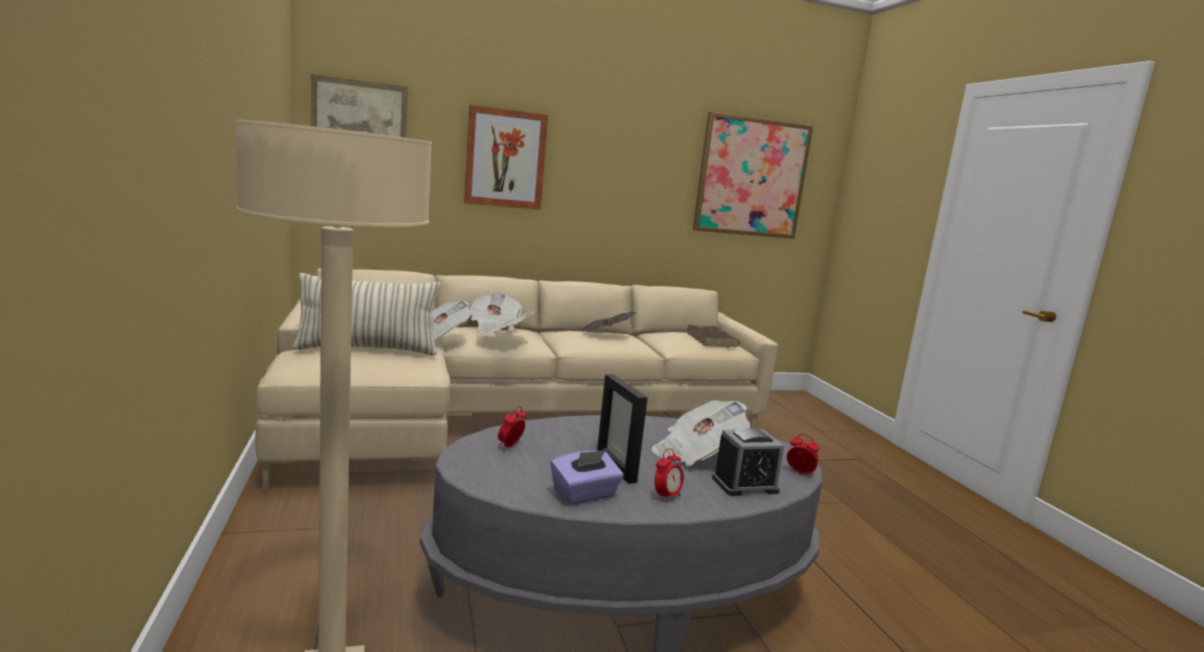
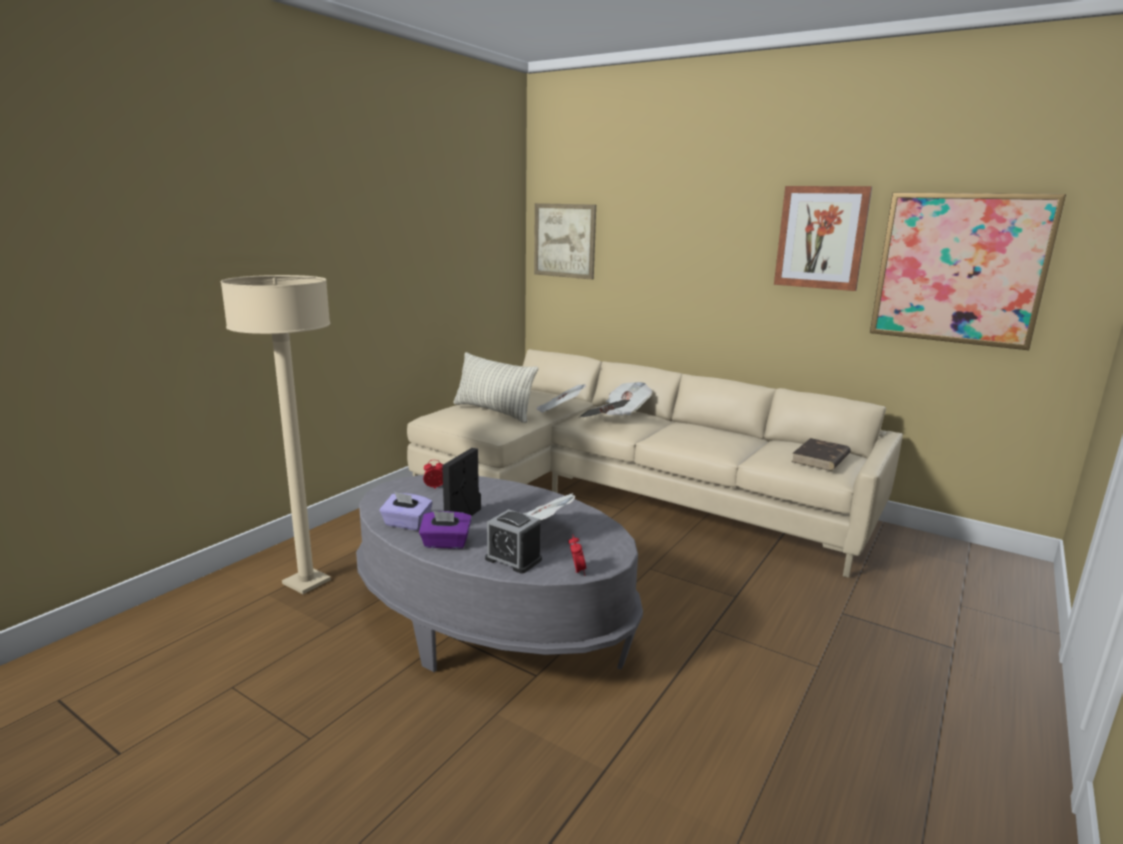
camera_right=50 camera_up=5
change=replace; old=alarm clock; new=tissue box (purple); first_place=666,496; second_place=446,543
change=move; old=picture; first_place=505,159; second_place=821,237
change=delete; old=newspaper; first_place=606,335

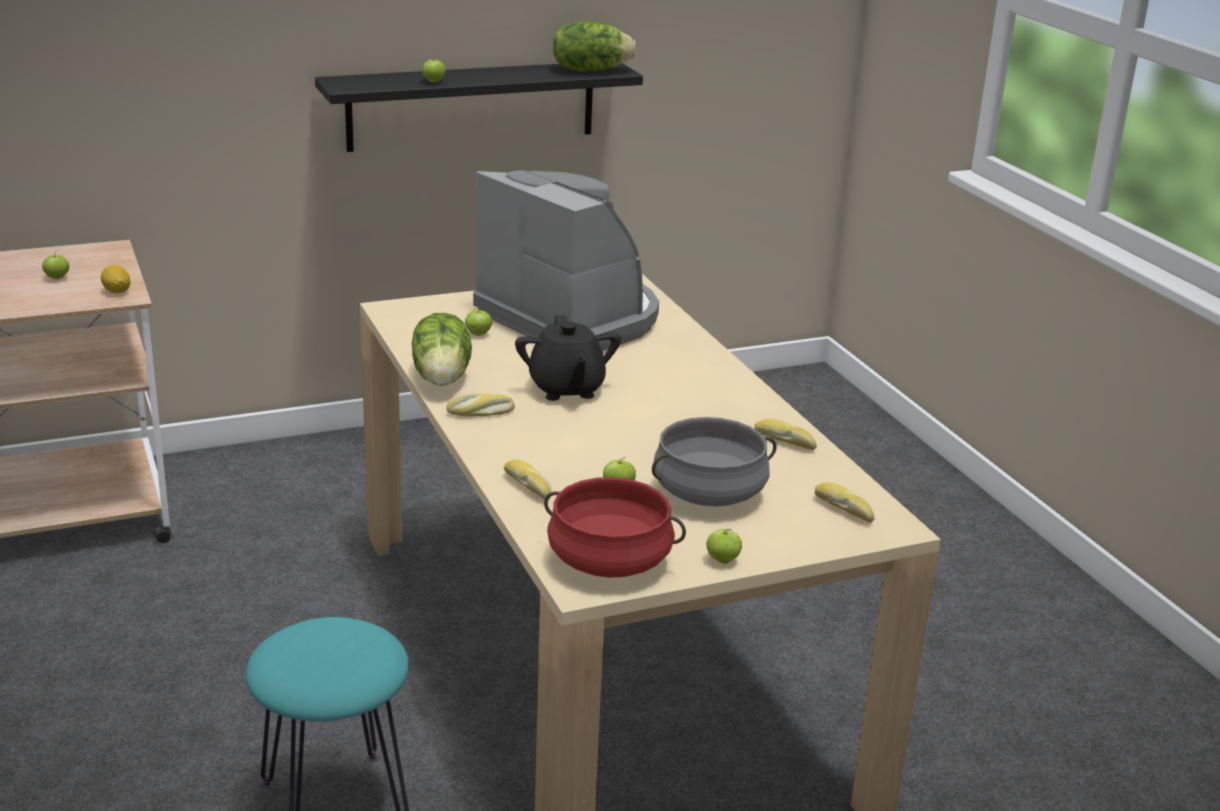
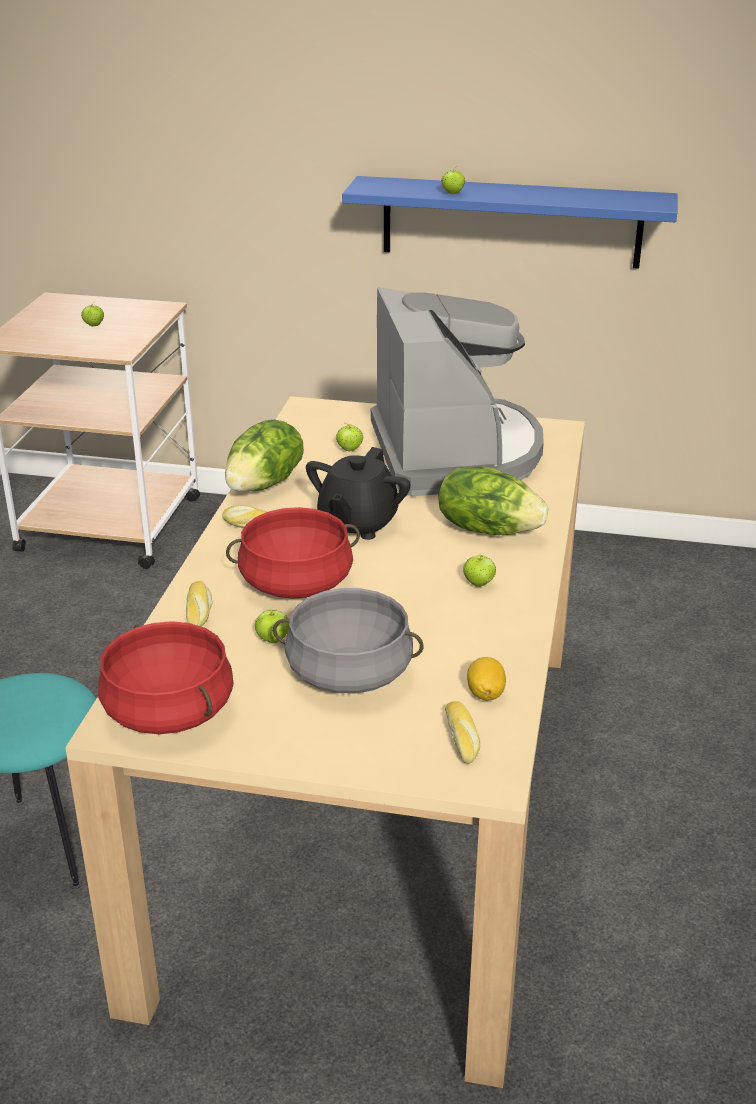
camera_right=35 camera_up=5
change=insert; new=cooking pot (red); second_place=296,583
change=recolor; old=shelf (black); new=shelf (blue); first_place=472,105; second_place=511,222
change=move; old=lettuce; first_place=590,70; second_place=488,529
change=move; old=apple; first_place=722,560; second_place=478,583
change=move; old=lemon; first_place=117,291; second_place=485,693
change=delete; old=bread; first_place=785,441

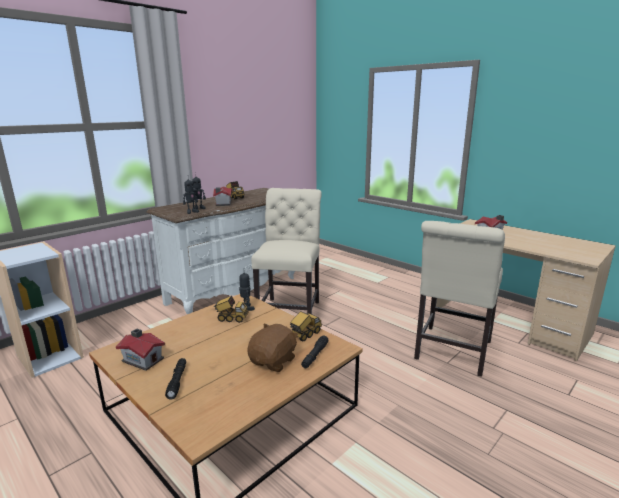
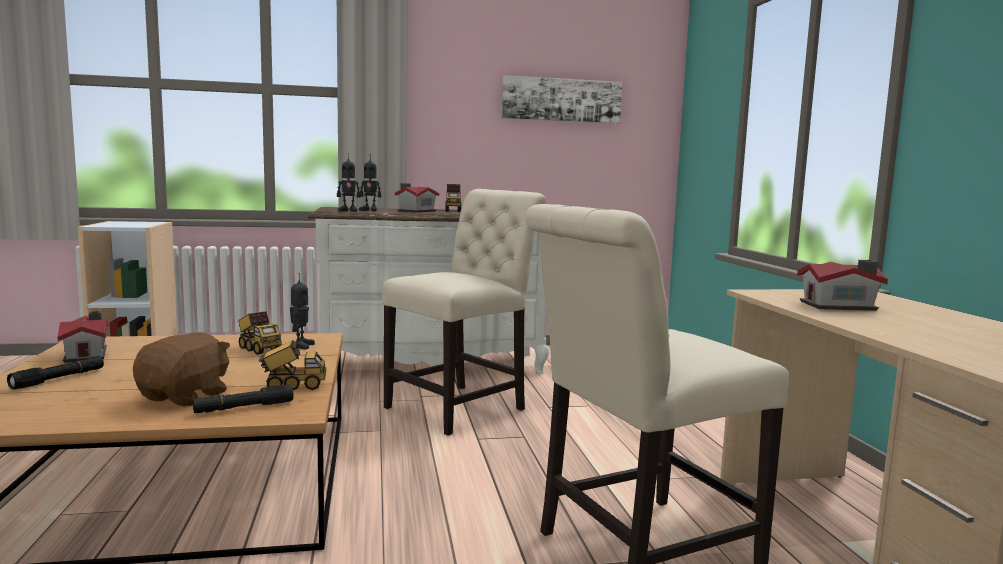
camera_right=35 camera_up=-10
change=rotate; old=plush toy (brown); first_place=274,361; second_place=186,396; degrees=-45
change=insert; new=picture; second_place=561,100

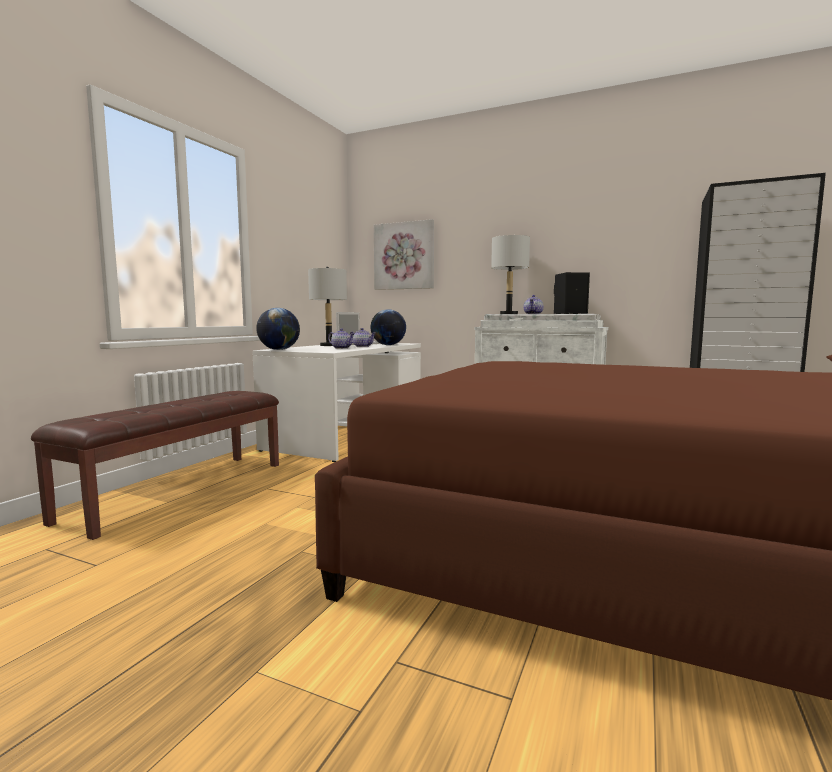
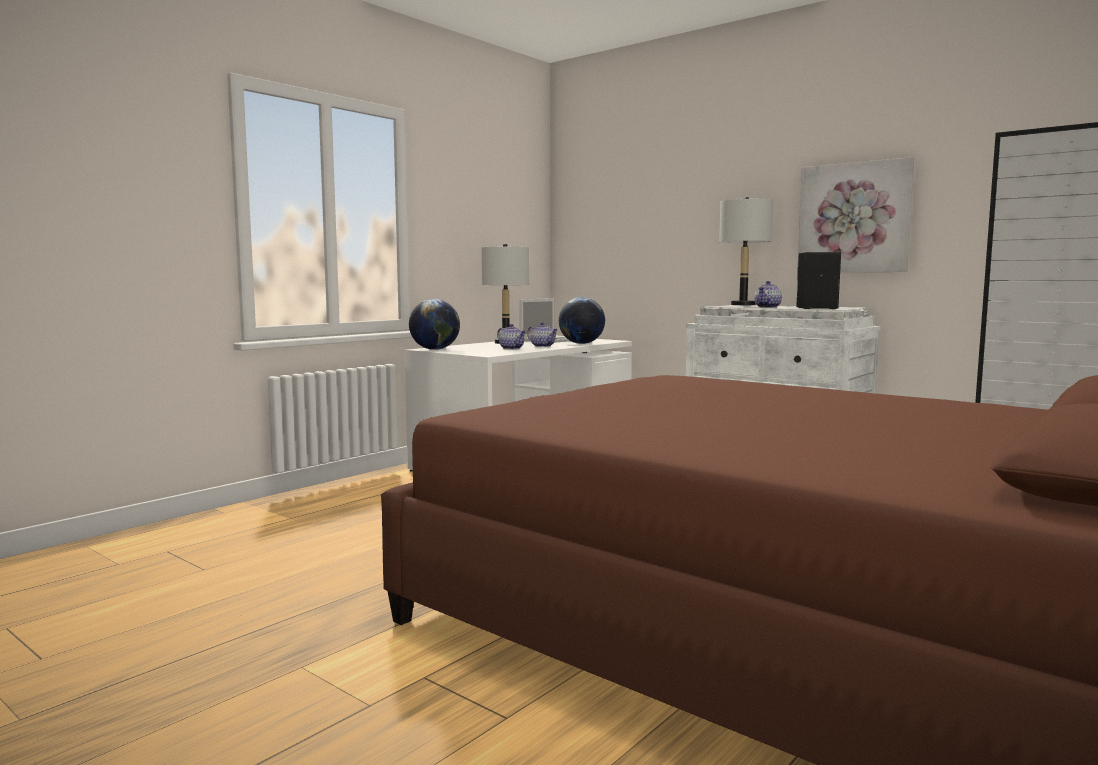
camera_right=15 camera_up=0
change=move; old=picture; first_place=404,256; second_place=854,218
change=delete; old=bench (brown); first_place=180,490

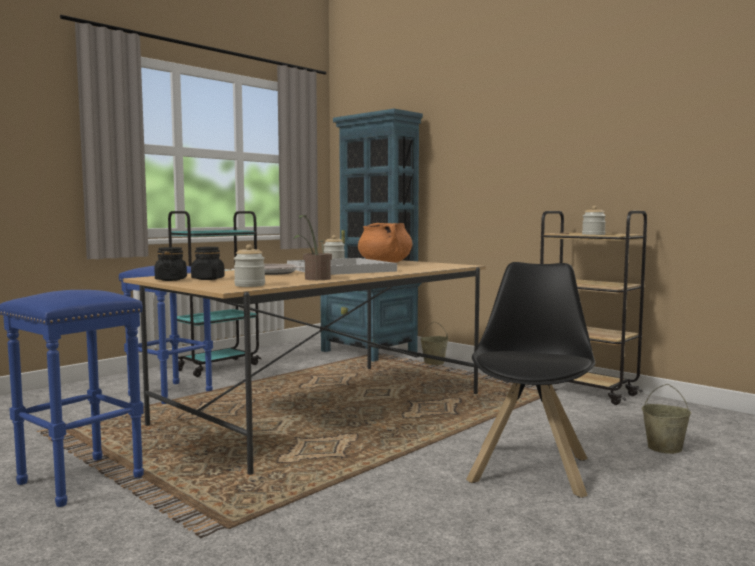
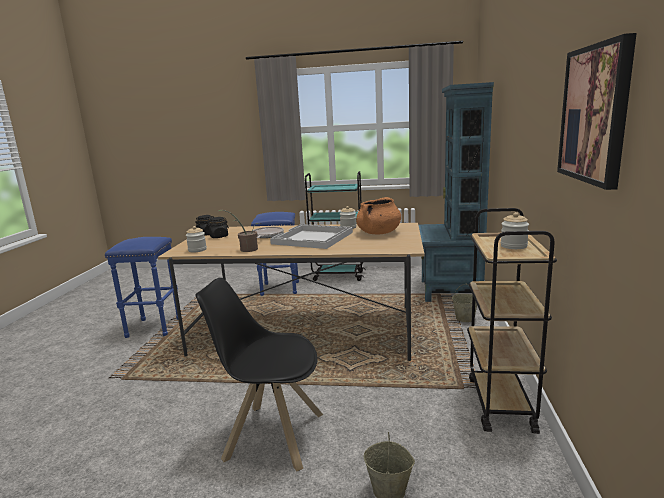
camera_right=55 camera_up=10
change=rotate; old=chair (black); first_place=530,468; second_place=272,435; degrees=-150
change=insert; new=picture; second_place=595,114

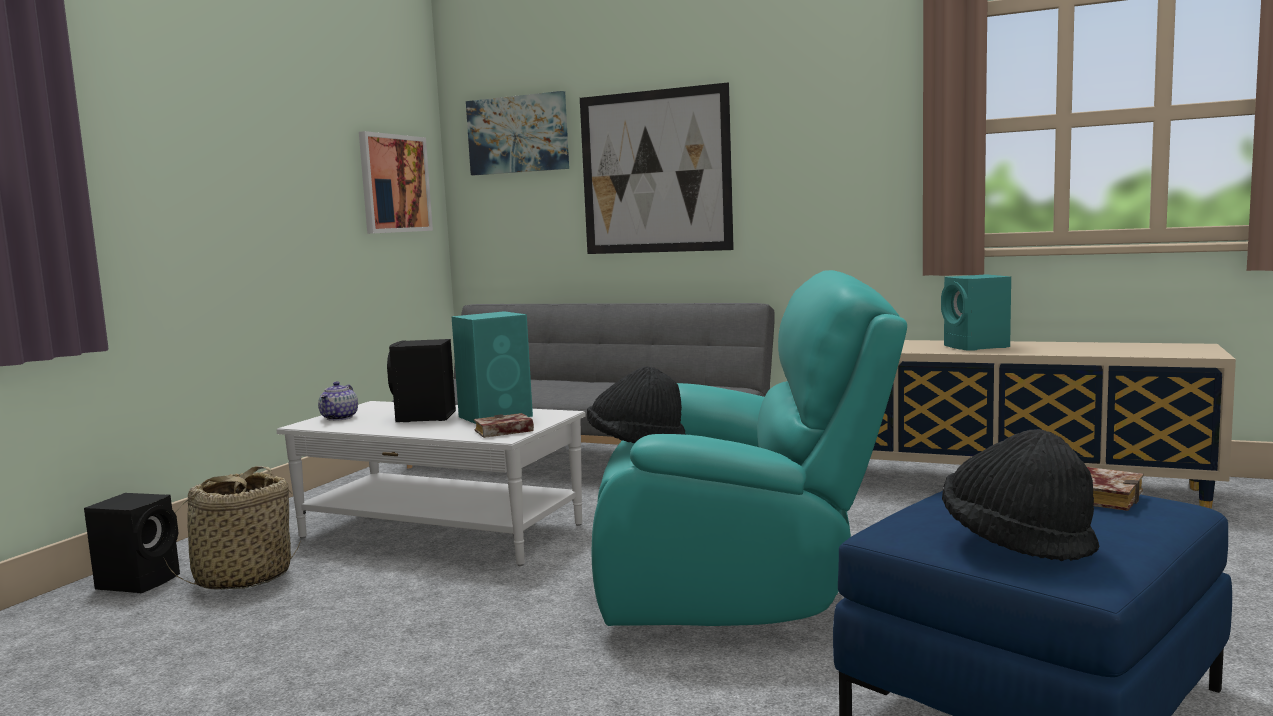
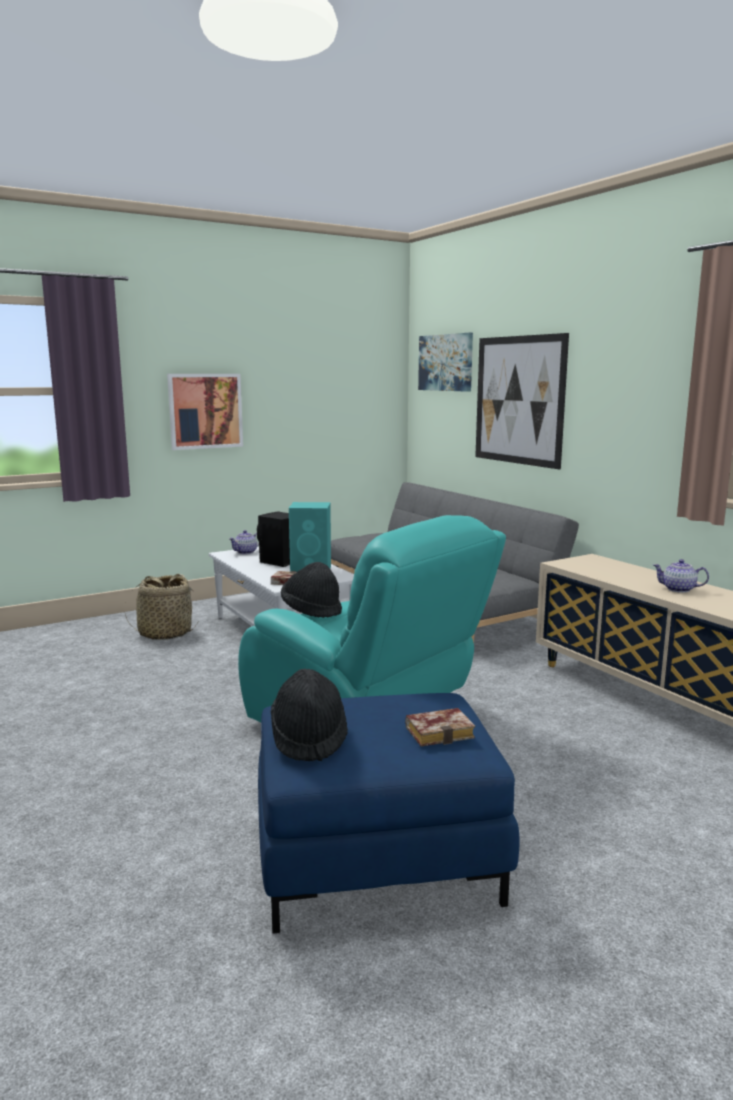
camera_right=35 camera_up=5
change=move; old=picture; first_place=394,184; second_place=205,411
change=replace; old=speaker (turquoise); new=teapot; first_place=976,347; second_place=679,589
change=delete; old=speaker (black); first_place=141,581

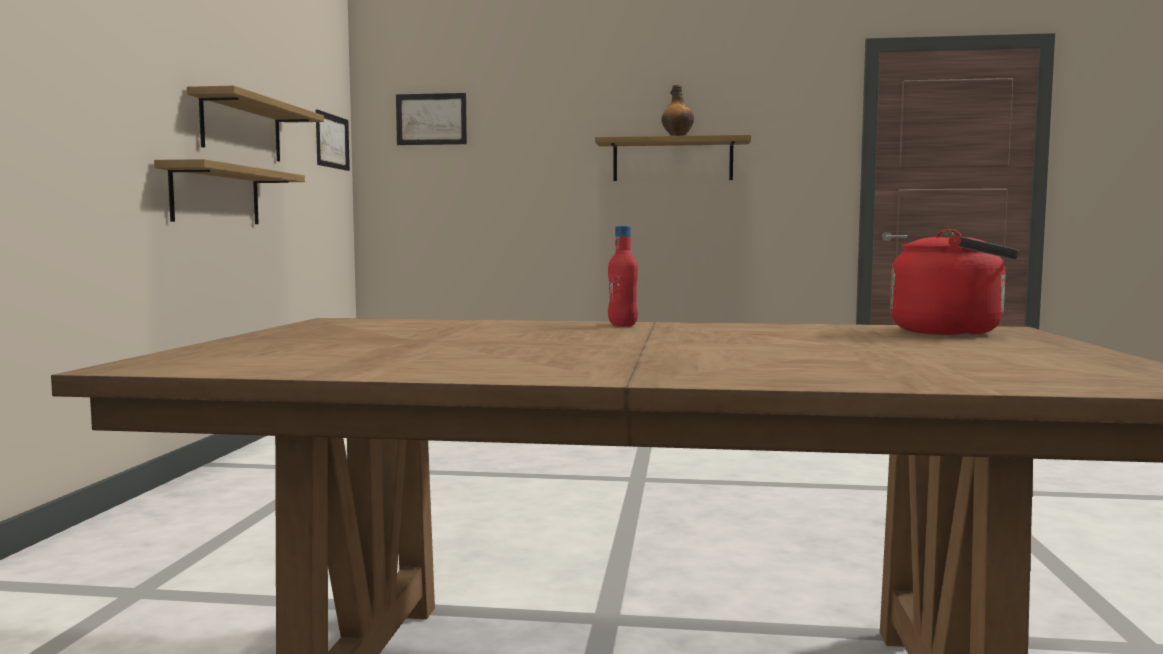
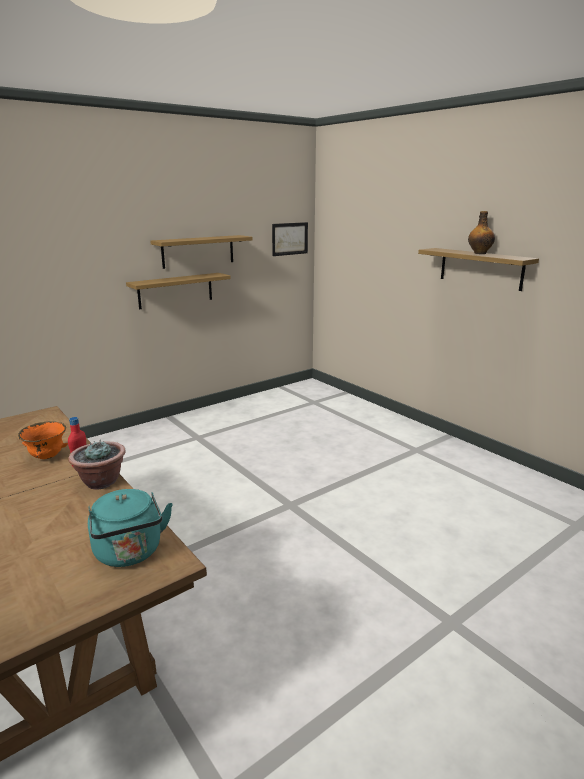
camera_right=45 camera_up=15
change=insert; new=bowl (orange); second_place=47,457
change=insert; new=potted plant; second_place=101,482
change=recolor; old=kettle (red); new=kettle (turquoise); first_place=953,332; second_place=130,553
change=delete; old=picture; first_place=431,119

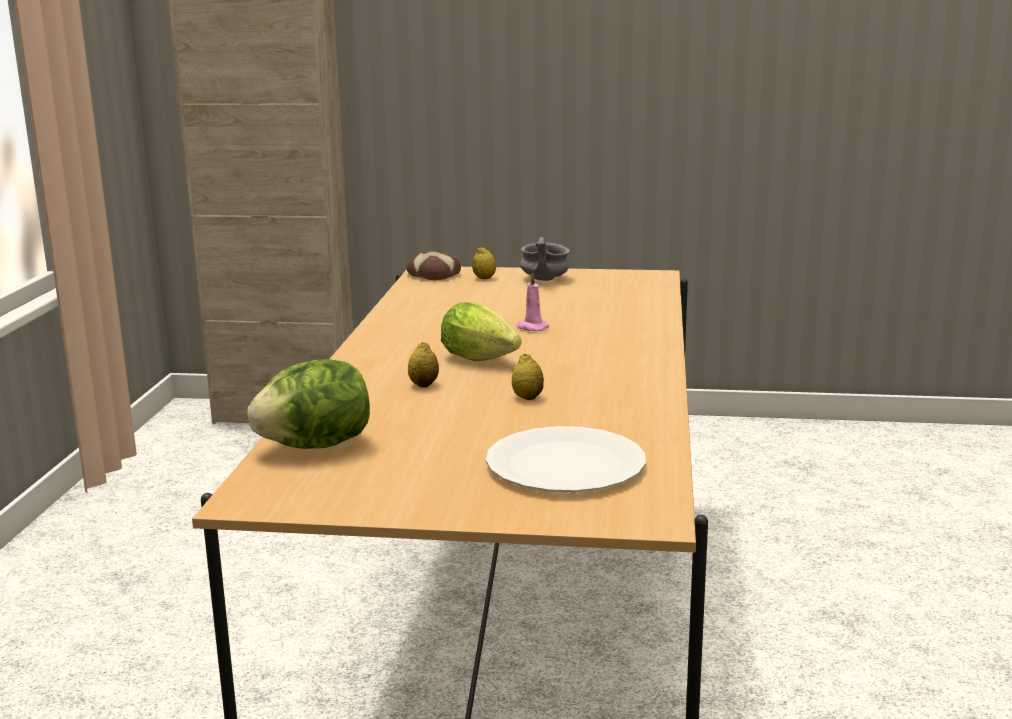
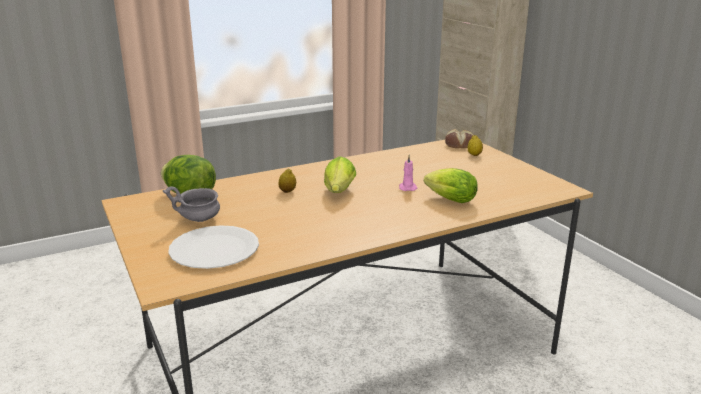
camera_right=55 camera_up=5
change=move; old=bowl (grey); first_place=545,279; second_place=199,219
change=insert; new=lettuce; second_place=448,199
change=delete; old=lemon; first_place=527,397

